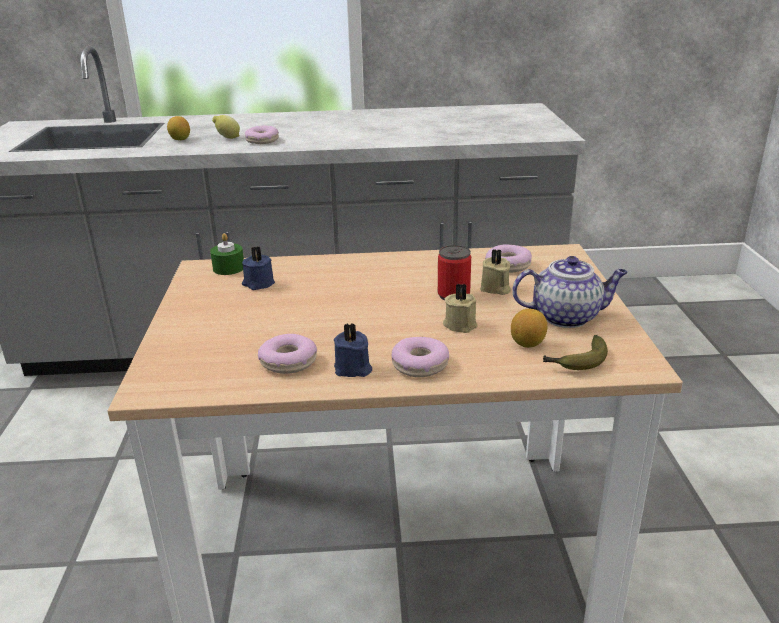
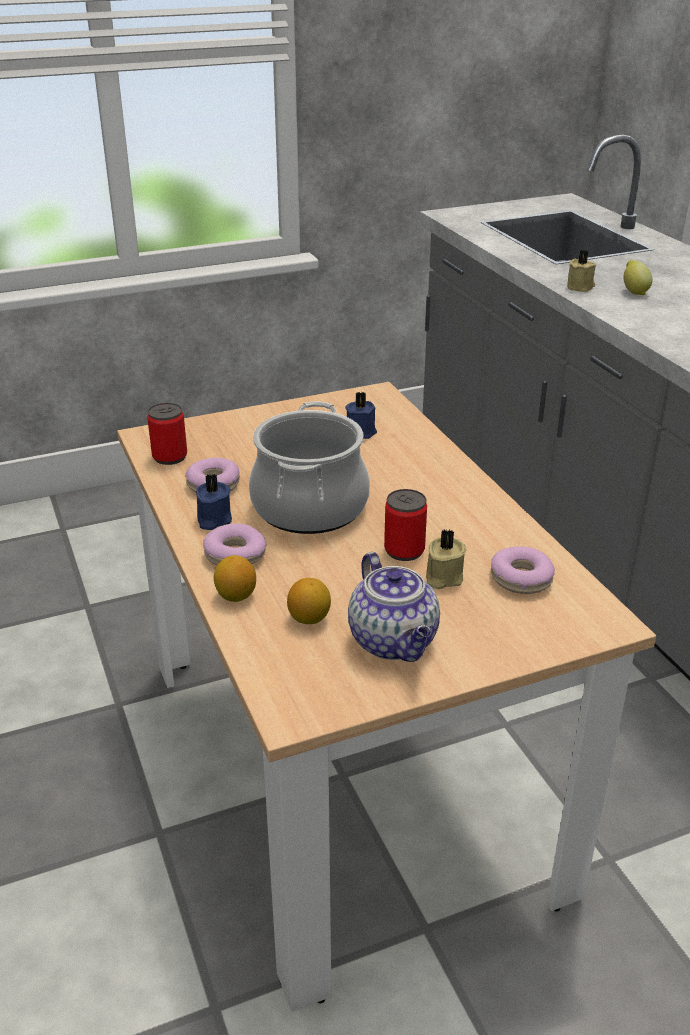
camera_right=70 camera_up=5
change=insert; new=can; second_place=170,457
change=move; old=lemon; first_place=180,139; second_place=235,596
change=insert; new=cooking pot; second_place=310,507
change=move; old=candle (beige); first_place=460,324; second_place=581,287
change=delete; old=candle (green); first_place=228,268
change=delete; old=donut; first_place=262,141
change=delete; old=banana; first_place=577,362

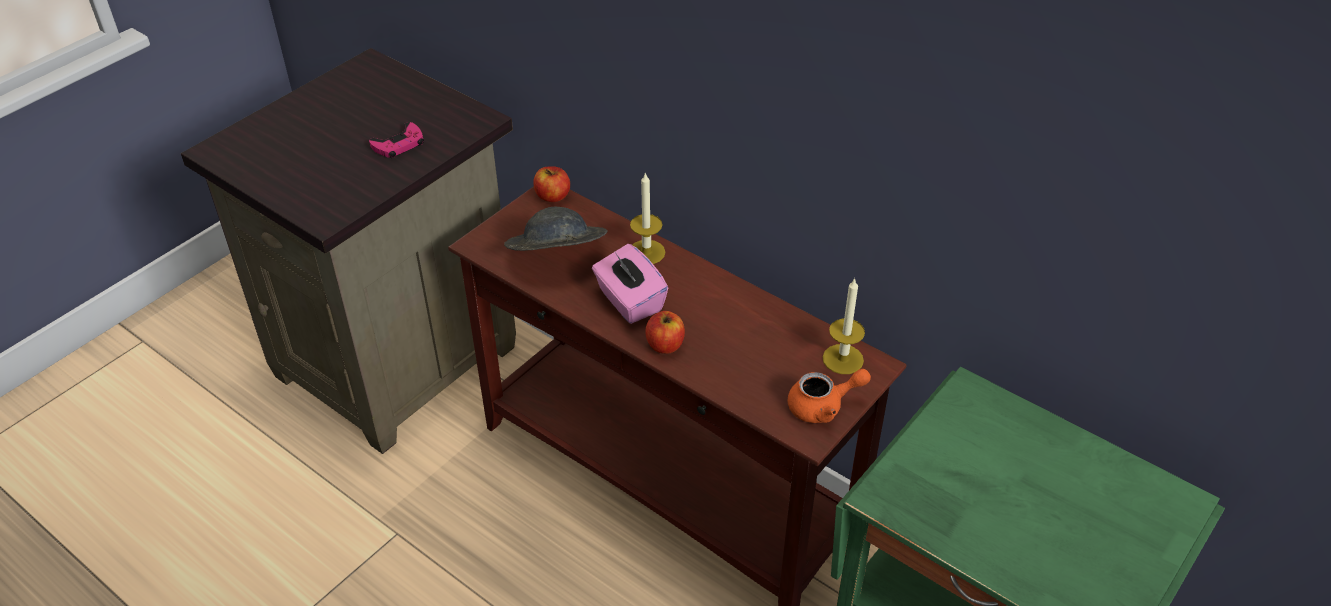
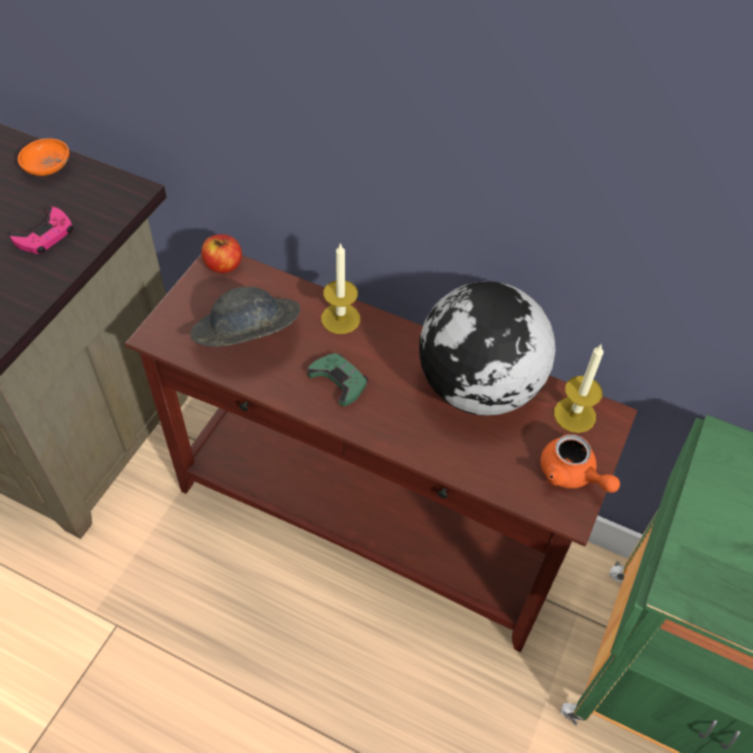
camera_right=-15 camera_up=10
change=insert; new=bowl (orange); second_place=48,168
change=replace; old=tissue box (pink); new=game controller (green); first_place=629,301; second_place=339,381
change=insert; new=globe; second_place=477,388
change=rotate; old=teapot (orange); first_place=823,406; second_place=572,475; degrees=75
change=delete; old=apple; first_place=665,345

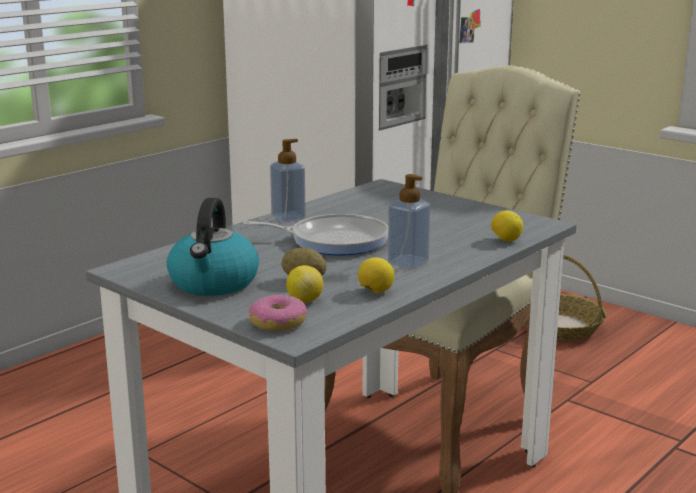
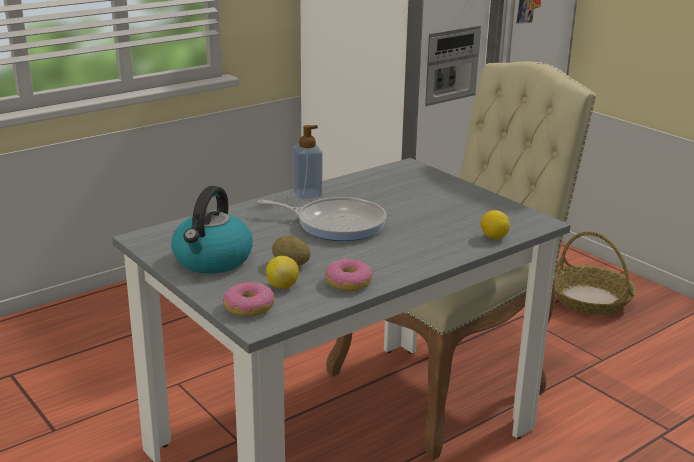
camera_right=10 camera_up=5
change=replace; old=lemon; new=donut; first_place=375,291; second_place=348,283
change=delete; old=soap dispenser; first_place=408,262

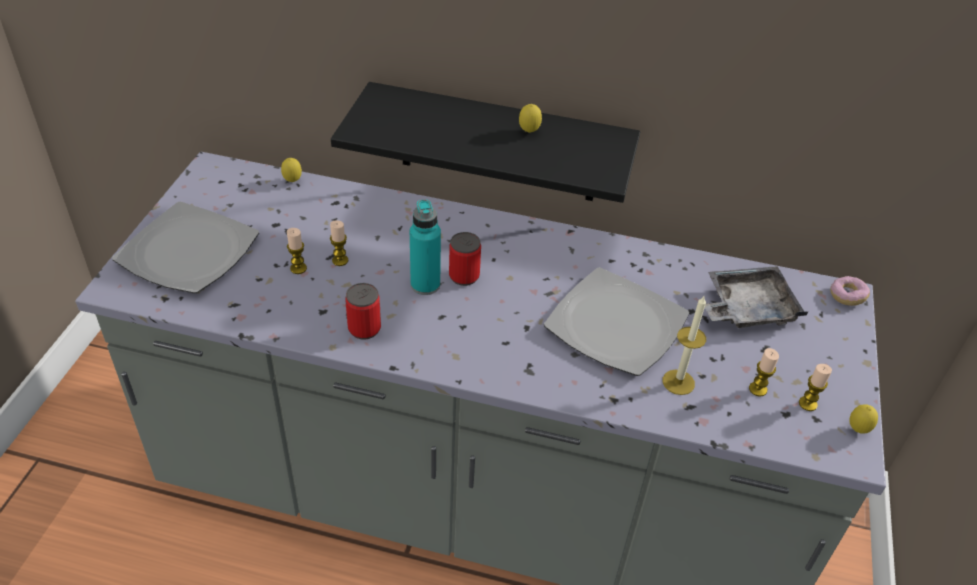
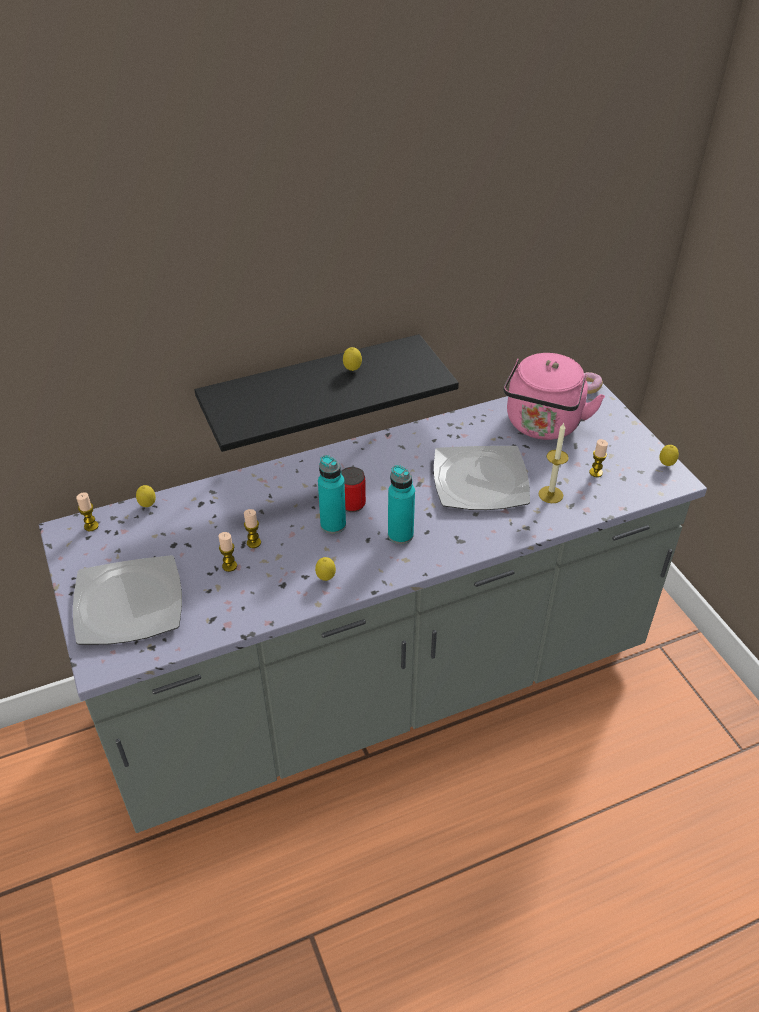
camera_right=-35 camera_up=0
change=move; old=candle; first_place=807,404; second_place=91,526
change=replace; old=can; new=lemon; first_place=364,329; second_place=326,578
change=insert; new=bottle (turquoise); second_place=400,535
change=replace; old=tray (grey); new=kettle (pink); first_place=747,308; second_place=542,426

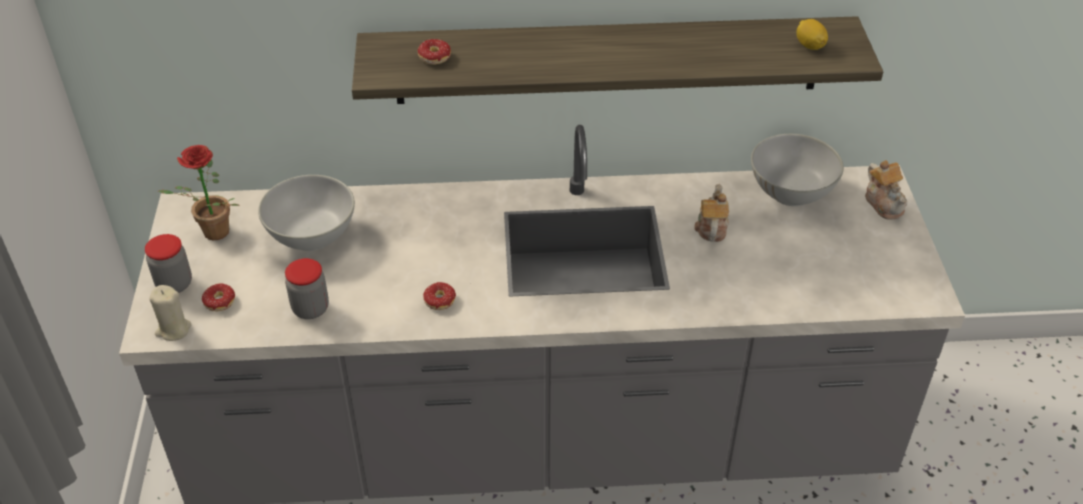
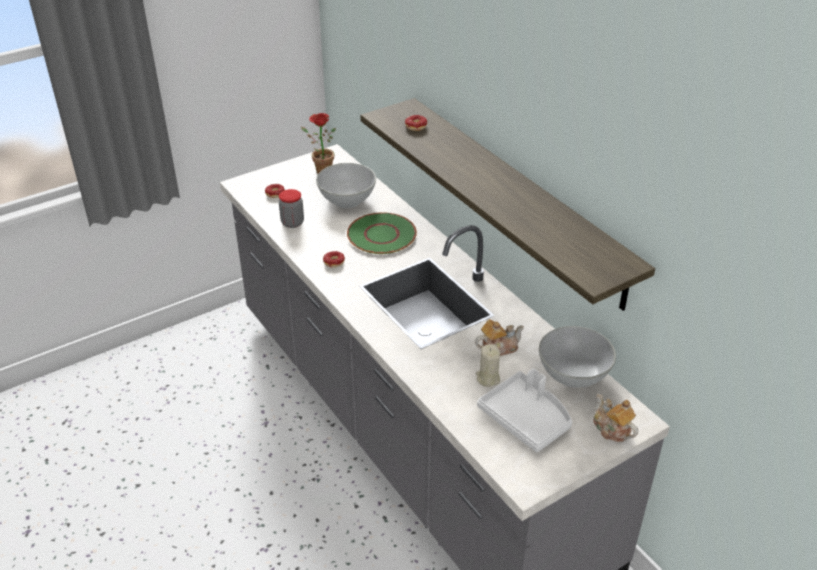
camera_right=60 camera_up=-5
change=insert; new=plate (green); second_place=381,235
change=move; old=candle (beige); first_place=173,329; second_place=487,378
change=insert; new=tray (white); second_place=526,419
change=rotate; old=teapot; first_place=884,203; second_place=611,429; degrees=105
change=delete; old=jar; first_place=174,284
change=delete; old=lemon; first_place=809,46

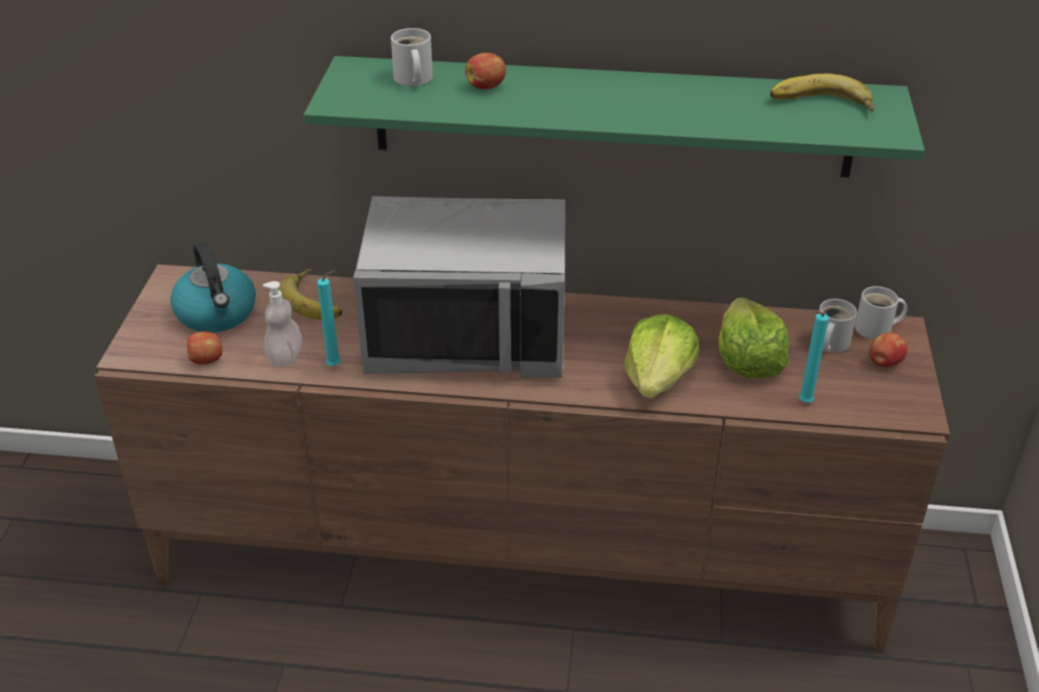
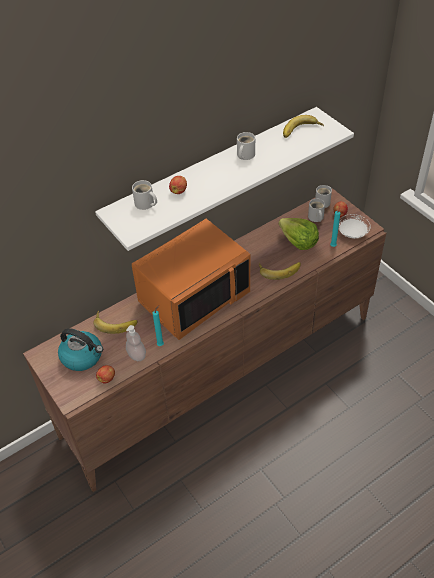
camera_right=-40 camera_up=10
change=recolor; old=shelf (green); new=shelf (white); first_place=612,117; second_place=214,174
change=recolor; old=microwave (grey); new=microwave (orange); first_place=468,334; second_place=193,296
change=insert; new=mug (white); second_place=244,155
change=replace; old=lettuce; new=banana; first_place=658,379; second_place=279,269
change=insert; new=plate (white); second_place=352,233

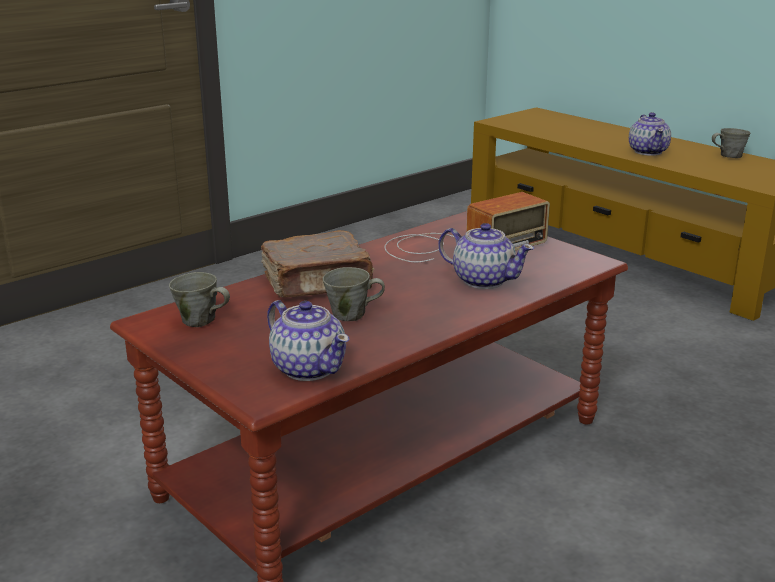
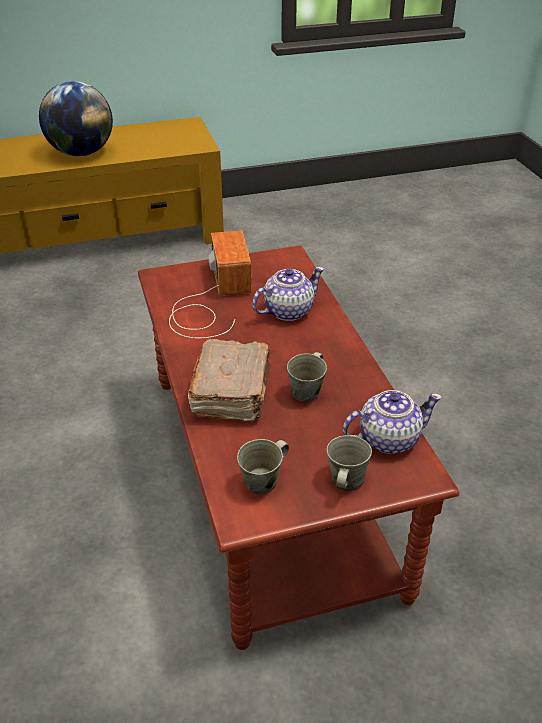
camera_right=-65 camera_up=15
change=replace; old=teapot; new=globe; first_place=648,151; second_place=81,153
change=move; old=mug (grey); first_place=729,156; second_place=346,482

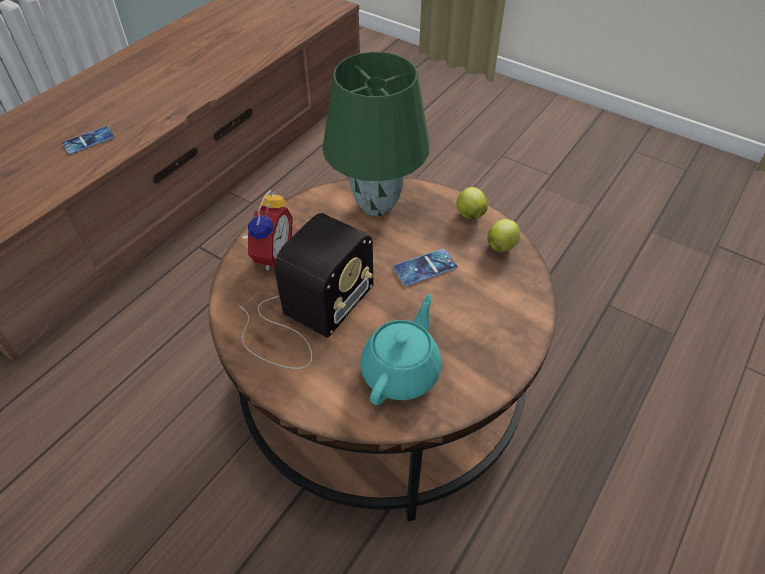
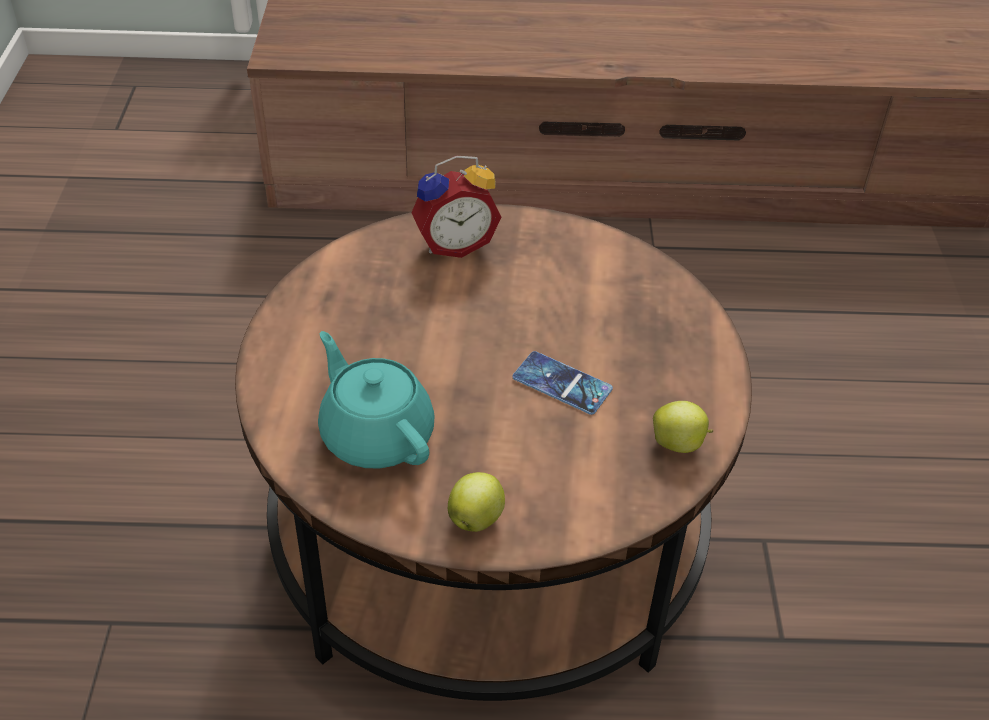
camera_right=55 camera_up=-5
change=rotate; old=teapot (turquoise); first_place=402,371; second_place=376,434; degrees=-120
change=move; old=apple; first_place=470,214; second_place=476,518
change=delete; old=phone; first_place=88,140
change=delete; old=radio; first_place=305,316
change=delete; old=table lamp (green); first_place=375,206

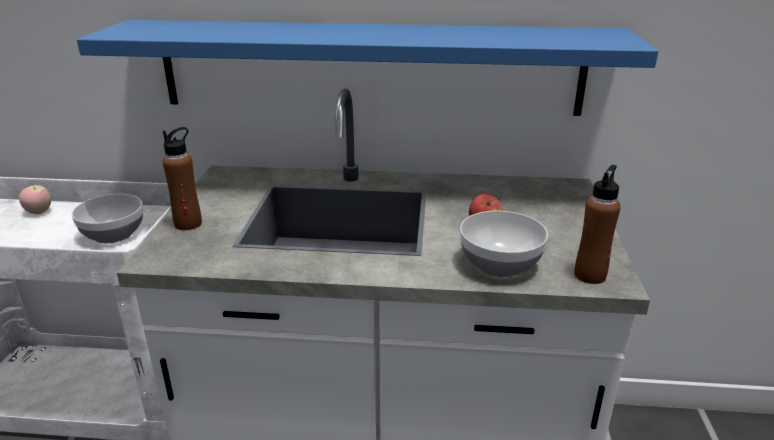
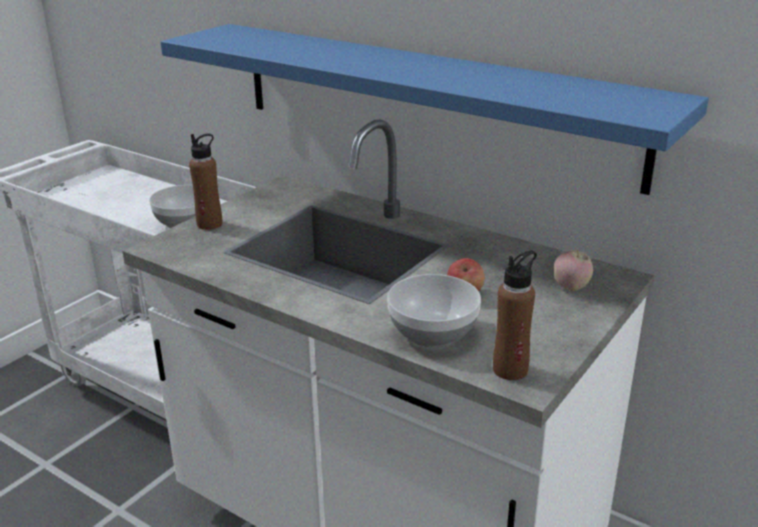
camera_right=30 camera_up=0
change=move; old=apple; first_place=39,212; second_place=570,288

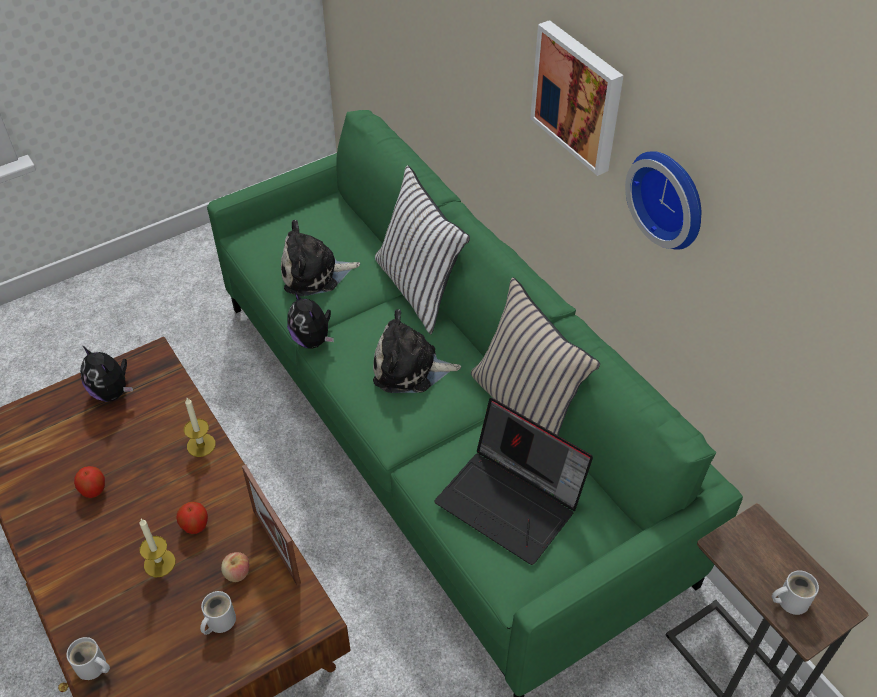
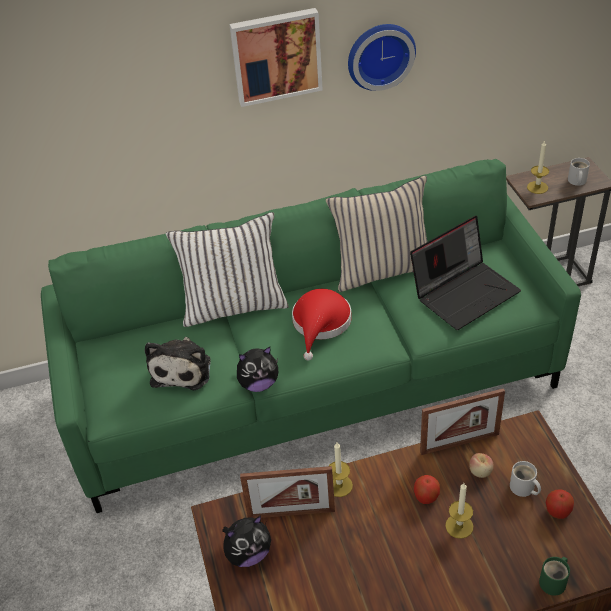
camera_right=-70 camera_up=-5
change=insert; new=picture frame; second_place=291,513
change=replace; old=plush toy; new=hat (red); first_place=410,368; second_place=321,324
change=insert; new=candle; second_place=537,187
change=recolor; old=mug (white); new=mug (green); first_place=93,668; second_place=554,582
change=move; old=apple; first_place=93,490; second_place=557,511

